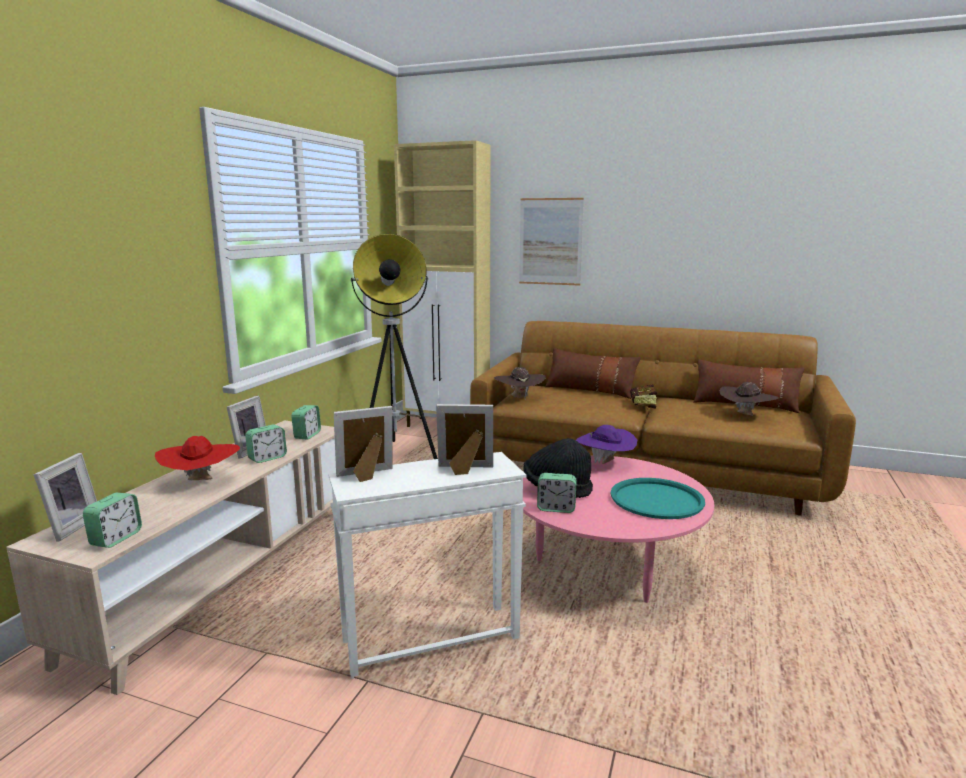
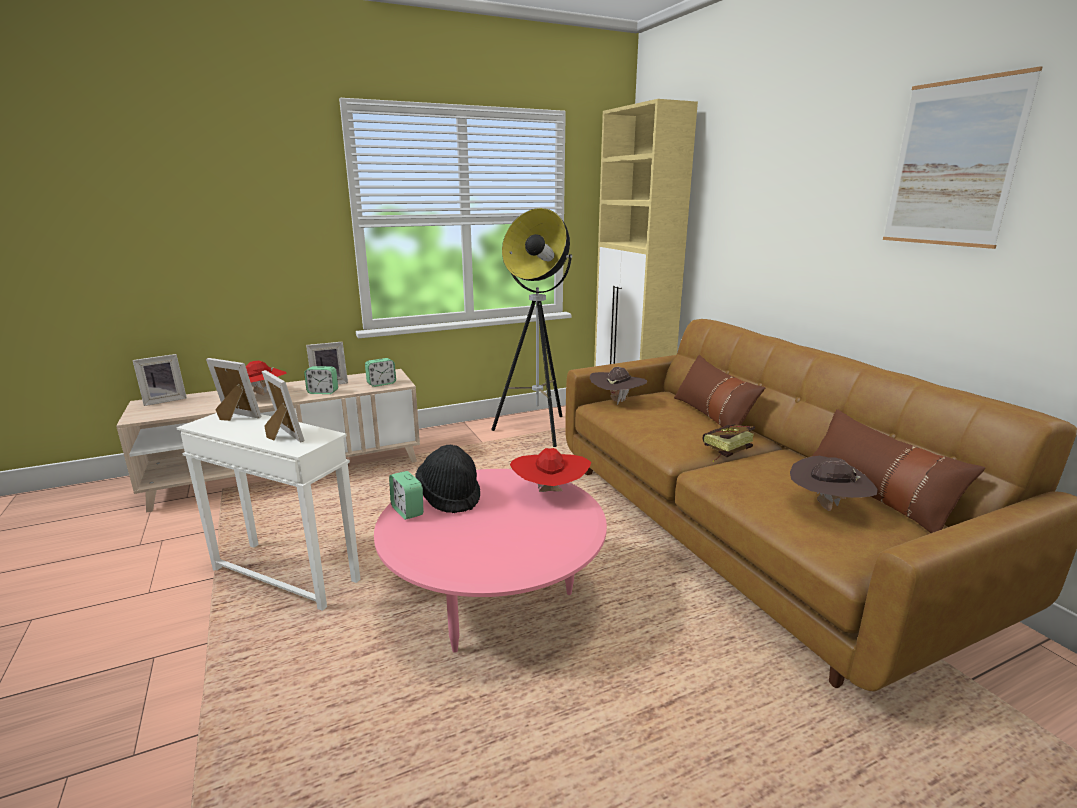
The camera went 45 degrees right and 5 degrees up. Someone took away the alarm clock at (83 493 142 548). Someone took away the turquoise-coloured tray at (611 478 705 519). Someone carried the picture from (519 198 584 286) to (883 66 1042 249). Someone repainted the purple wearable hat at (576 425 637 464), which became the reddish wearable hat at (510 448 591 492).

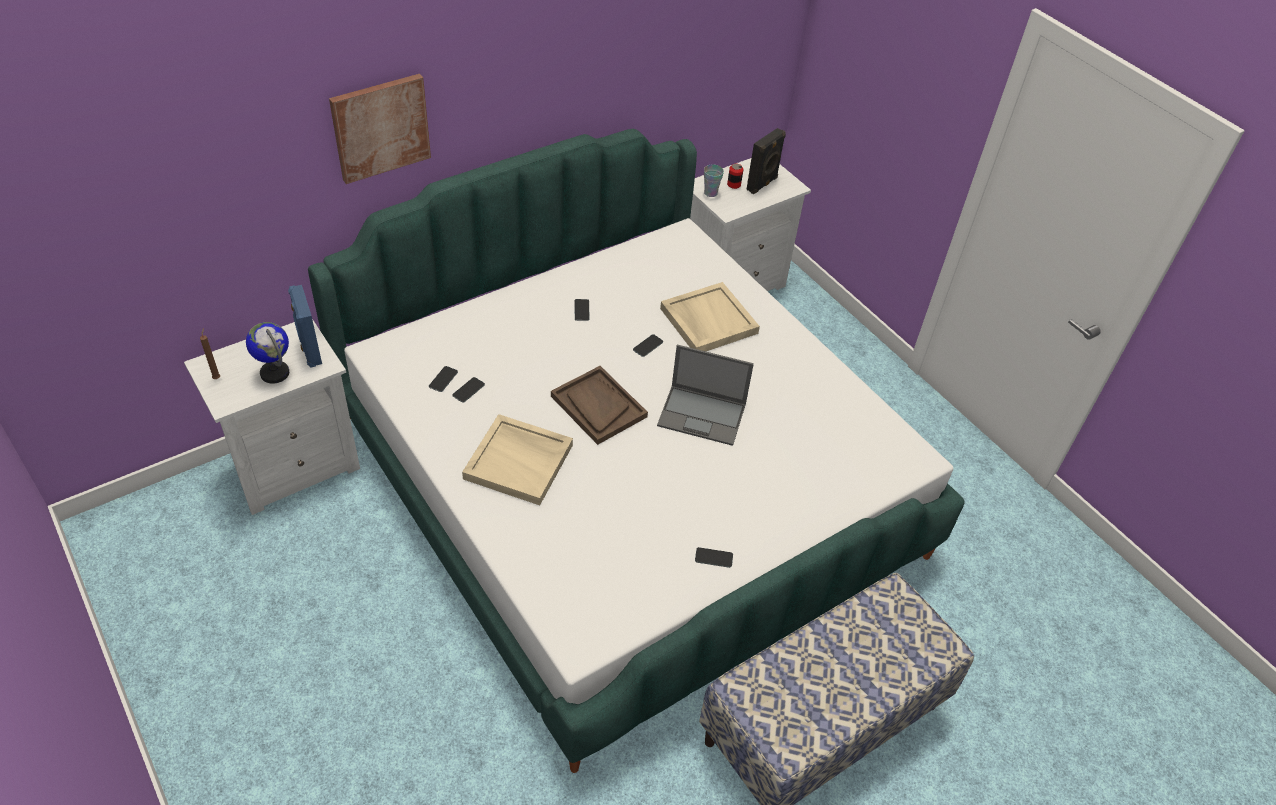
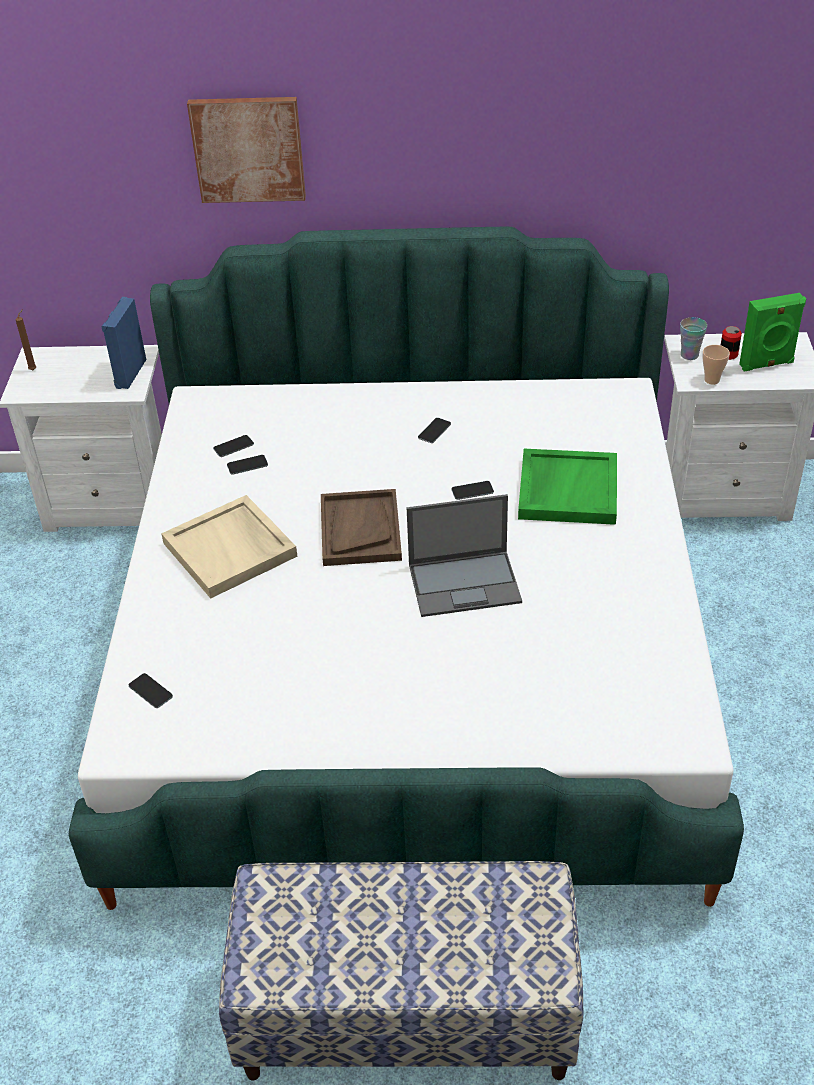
The camera went 40 degrees right and 5 degrees down. Someone took away the desk globe at (246 322 289 384). Someone put down the drinking cup at (702 345 730 385). Someone carried the telephone from (695 547 733 568) to (129 673 173 708). Someone repainted the beige-coloured tray at (660 282 760 351), which became the greenish tray at (518 449 617 525). Someone repainted the black speaker at (746 128 786 194), which became the greenish speaker at (739 293 806 372). Someone rotated the portable computer at (657 344 754 446) by 60 degrees counterclockwise.

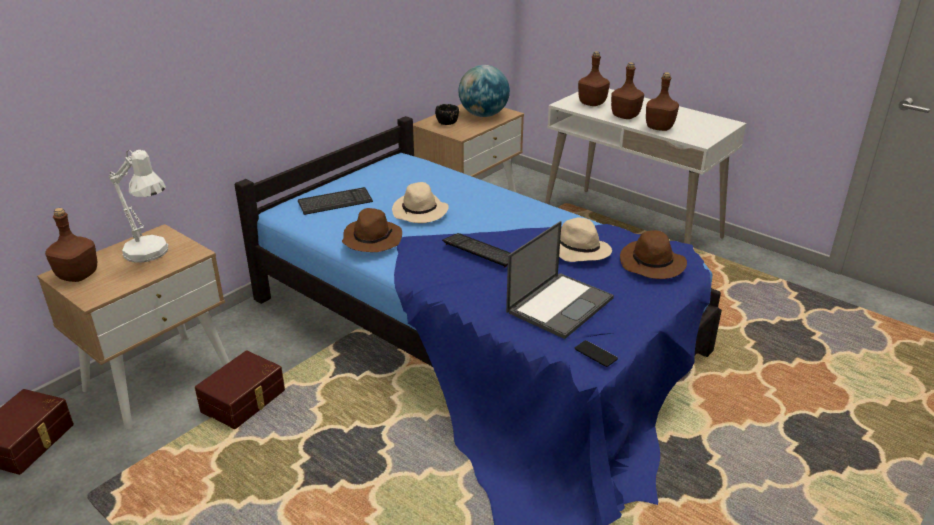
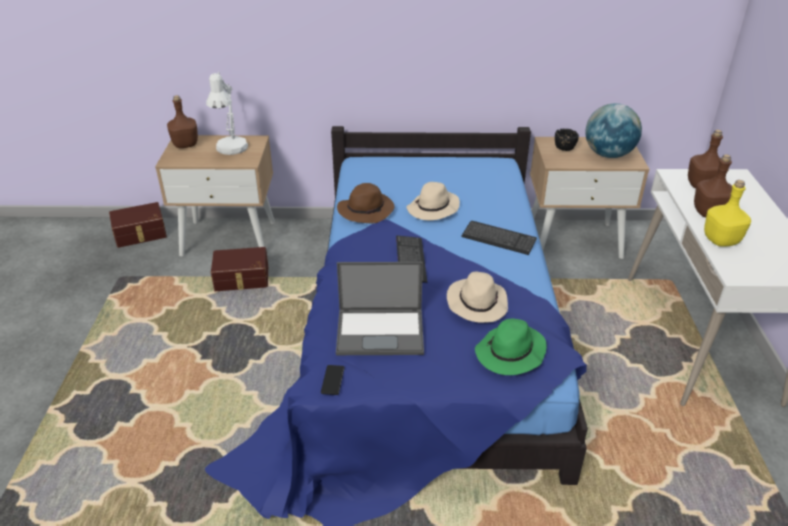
The camera went 50 degrees right and 5 degrees up. Someone carried the computer keyboard from (298 187 373 215) to (461 221 537 255). Someone repainted the brown-coloured wearable hat at (620 230 687 279), which became the greenish wearable hat at (475 319 547 375). Someone repainted the brown-coloured beverage bottle at (646 72 679 131), which became the yellow beverage bottle at (704 180 751 247).

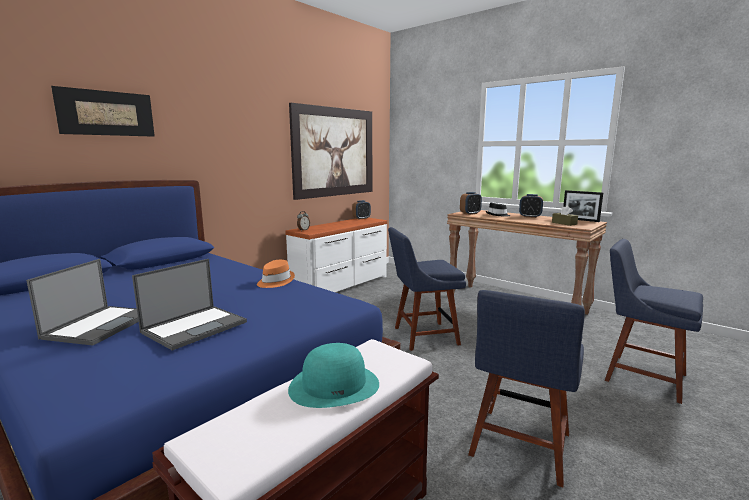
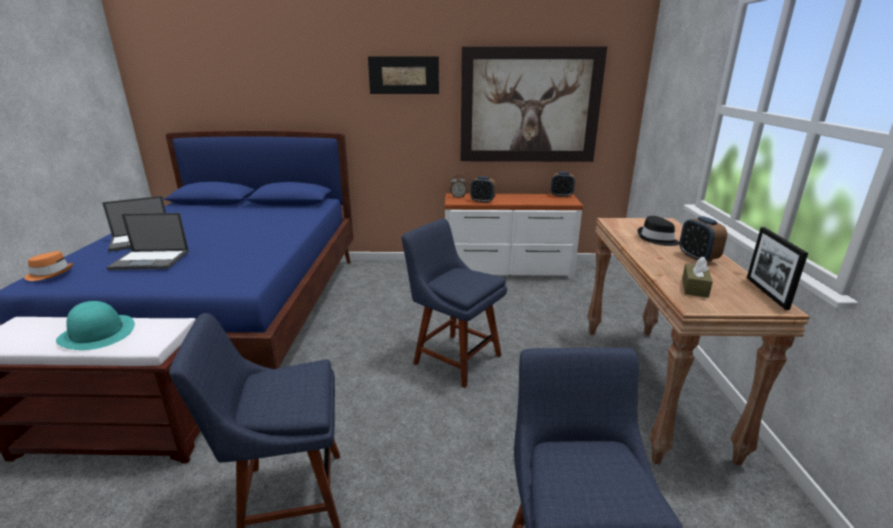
The camera went 50 degrees right and 10 degrees up. Someone carried the picture from (51 86 155 137) to (368 56 439 94). Someone carried the orangey wearable hat from (257 260 295 288) to (24 251 73 281). Someone carried the alarm clock from (460 192 482 215) to (470 176 496 203).

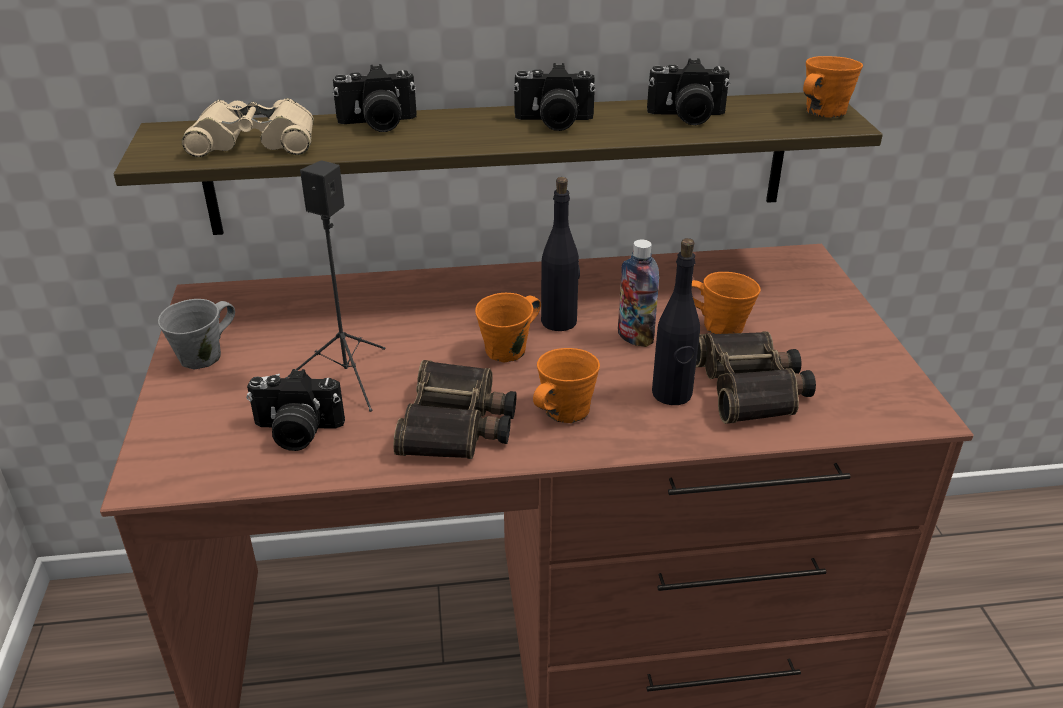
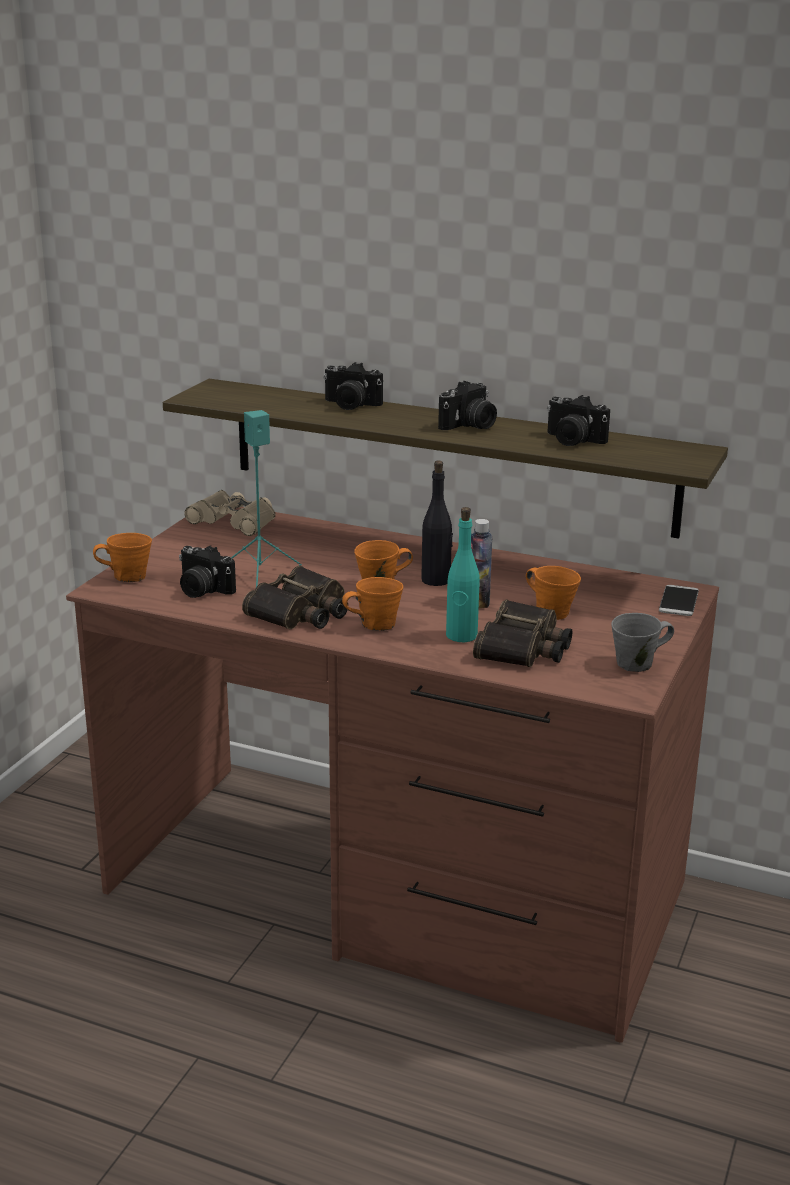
The camera went 30 degrees right and 10 degrees down. Someone put down the telephone at (659 585 699 616). Someone carried the gray tea mug from (158 299 235 370) to (611 613 674 672). Someone carried the beige-coloured binoculars from (182 98 314 158) to (184 490 276 536). Someone carried the orangey tea mug from (803 56 863 118) to (93 533 152 582). Someone repainted the black speaker at (285 160 386 412), which became the turquoise-coloured speaker at (231 410 302 587). Someone repainted the black beverage bottle at (652 238 700 405), which became the turquoise-coloured beverage bottle at (446 507 480 642). Someone rotated the still camera at (513 63 596 131) by 75 degrees counterclockwise.

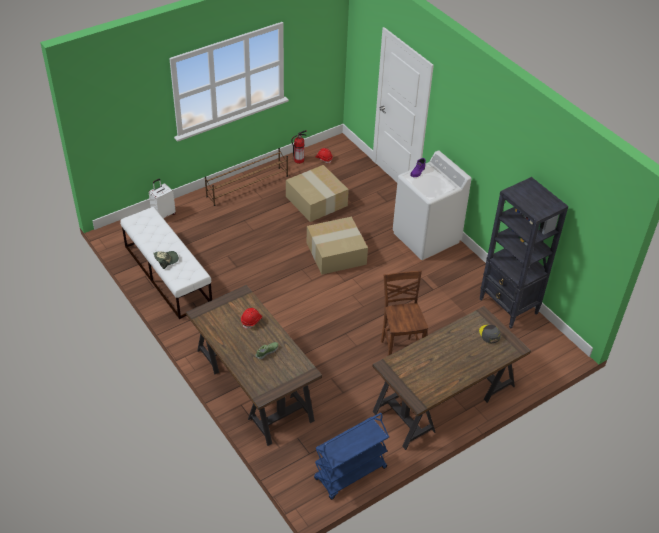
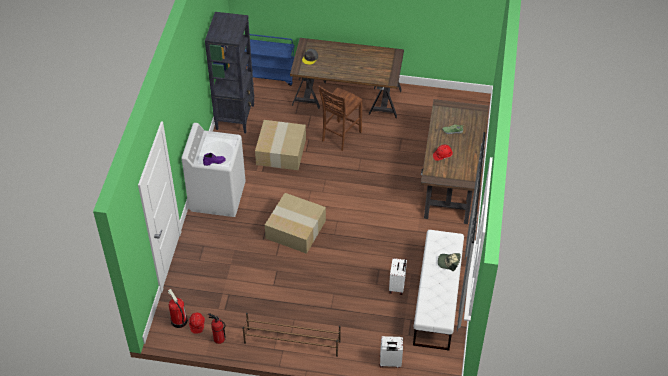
The camera went 135 degrees left and 5 degrees up. Someone put down the fire extinguisher at (168 289 188 328). Someone put down the white suitcase at (389 258 407 295). Someone carried the cardboard box from (286 165 349 222) to (255 120 306 170). Someone carried the blue-coloured cart from (314 413 389 500) to (244 34 295 86).

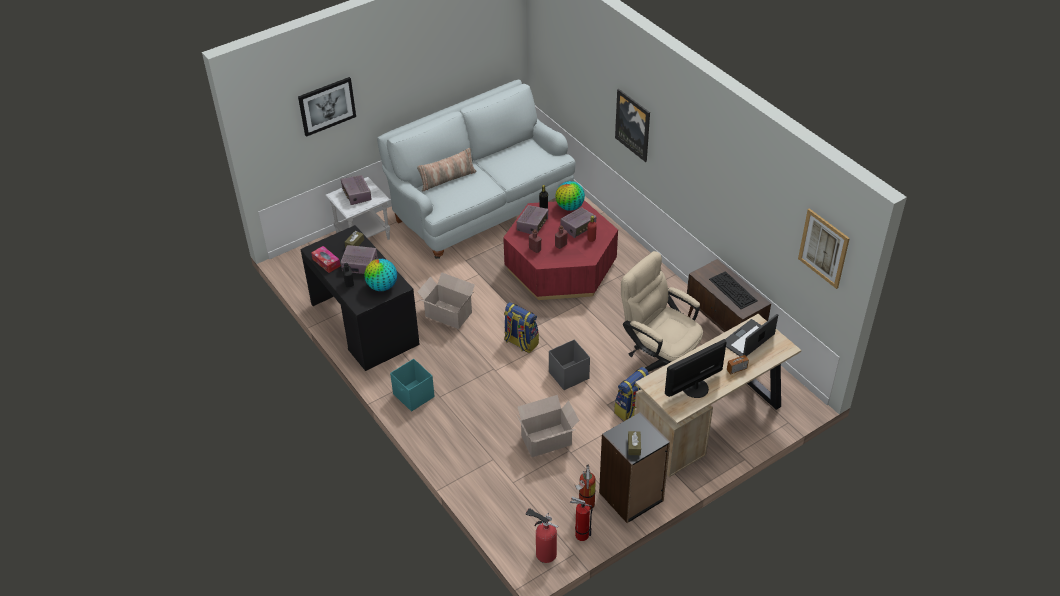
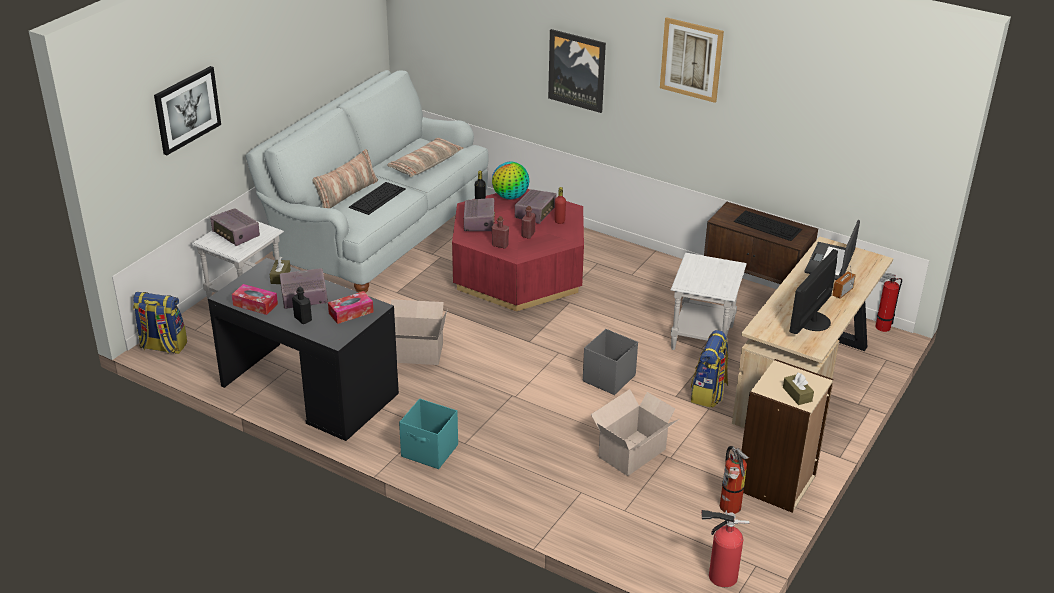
The camera went 25 degrees left and 10 degrees down. Someone put down the computer keyboard at (348 182 406 215). Someone put down the throw pillow at (387 138 464 177). Someone carried the backpack from (504 302 539 353) to (133 292 187 354). Someone carried the fire extinguisher from (570 497 593 541) to (875 273 902 332). Someone carried the picture from (798 208 850 289) to (660 17 724 103). Someone swapped the desk globe at (364 259 397 291) for the tissue holder at (328 291 374 324). Someone swapped the beige-coloured desk chair at (621 251 703 372) for the white accent table at (671 253 747 350). Someone repainted the black shelving unit at (599 412 670 523), which became the beige-coloured shelving unit at (741 359 834 513).

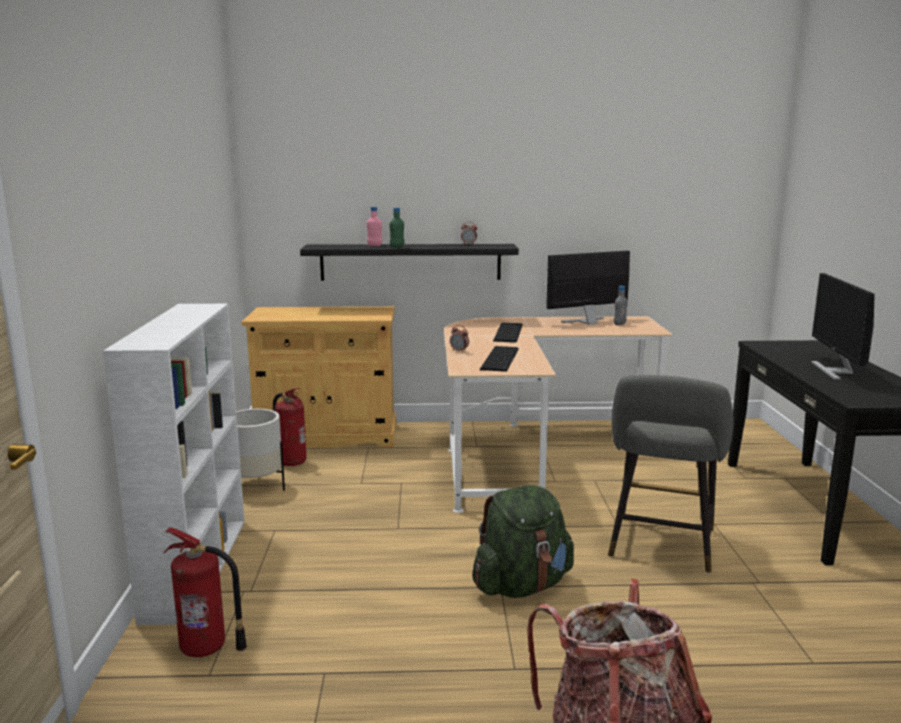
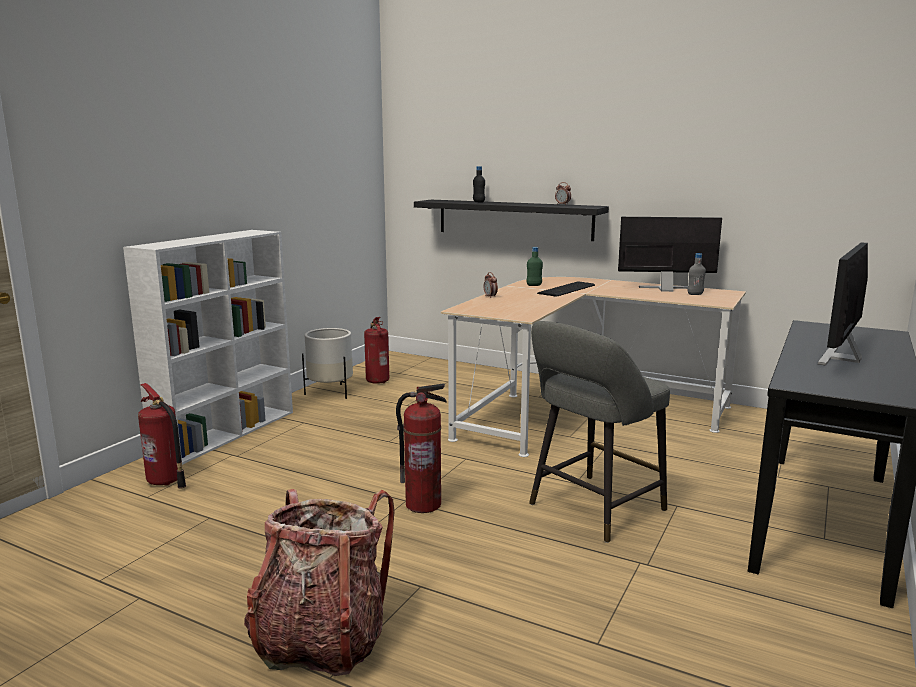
The camera went 30 degrees right and 0 degrees up. Someone took away the beige-coloured storage cabinet at (242 306 396 448). Someone took away the computer keyboard at (480 346 519 372). Someone carried the greenish beverage bottle from (389 207 405 248) to (526 247 543 286). Someone swapped the greenish backpack at (472 485 574 598) for the fire extinguisher at (396 384 447 513). Someone repainted the pinkish beverage bottle at (366 207 382 246), which became the black beverage bottle at (473 166 485 202).

